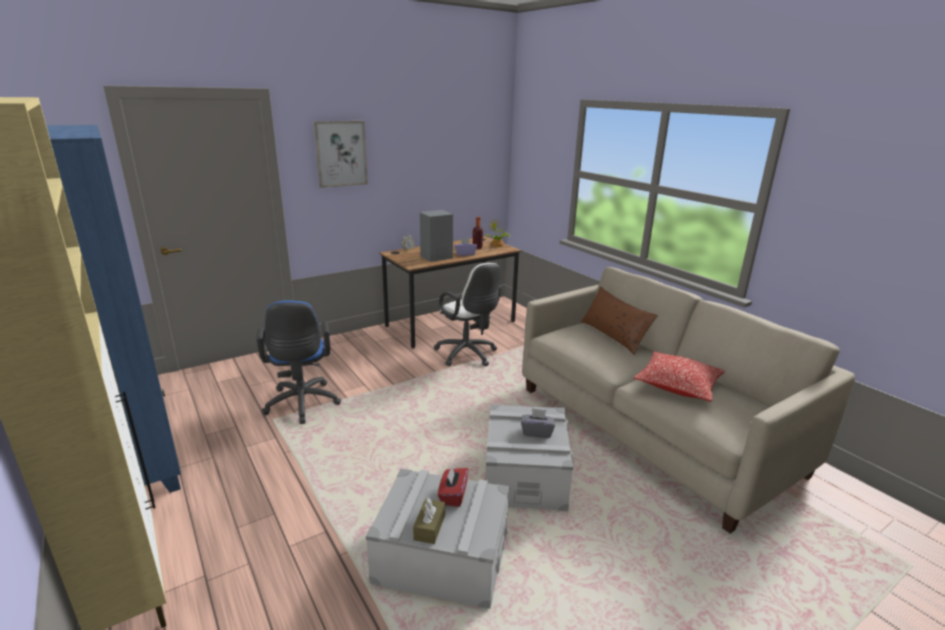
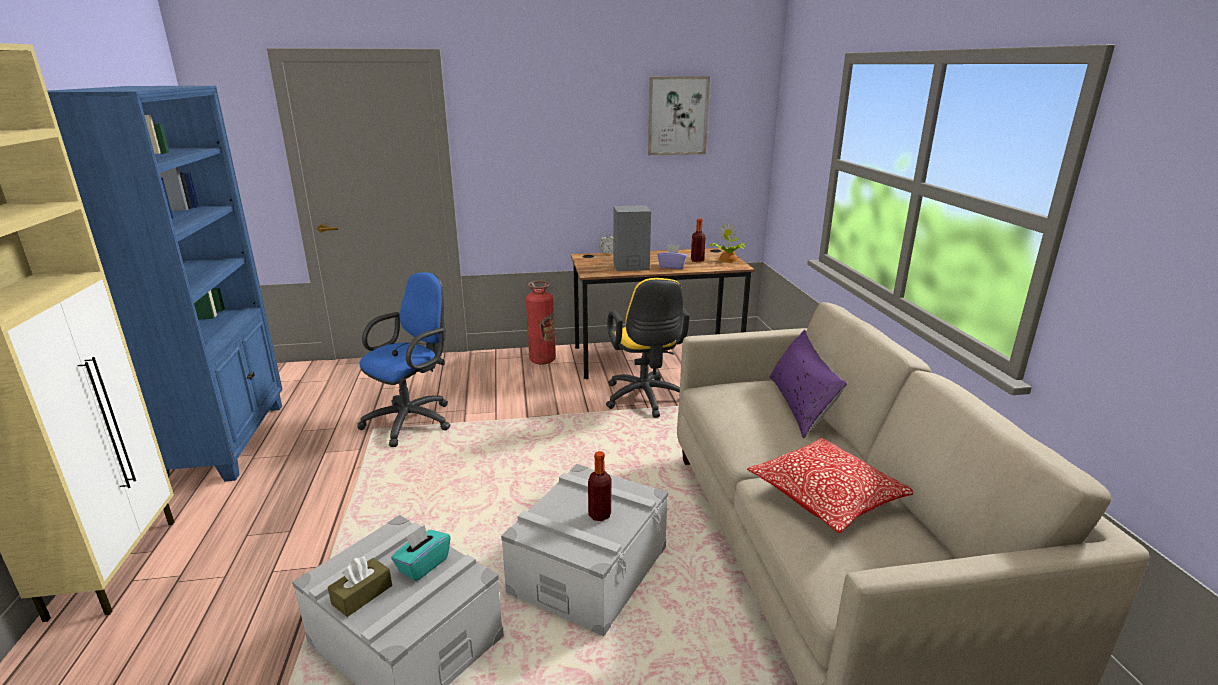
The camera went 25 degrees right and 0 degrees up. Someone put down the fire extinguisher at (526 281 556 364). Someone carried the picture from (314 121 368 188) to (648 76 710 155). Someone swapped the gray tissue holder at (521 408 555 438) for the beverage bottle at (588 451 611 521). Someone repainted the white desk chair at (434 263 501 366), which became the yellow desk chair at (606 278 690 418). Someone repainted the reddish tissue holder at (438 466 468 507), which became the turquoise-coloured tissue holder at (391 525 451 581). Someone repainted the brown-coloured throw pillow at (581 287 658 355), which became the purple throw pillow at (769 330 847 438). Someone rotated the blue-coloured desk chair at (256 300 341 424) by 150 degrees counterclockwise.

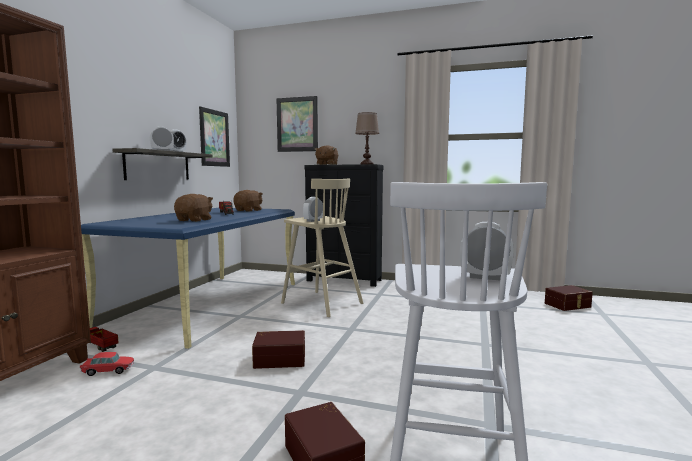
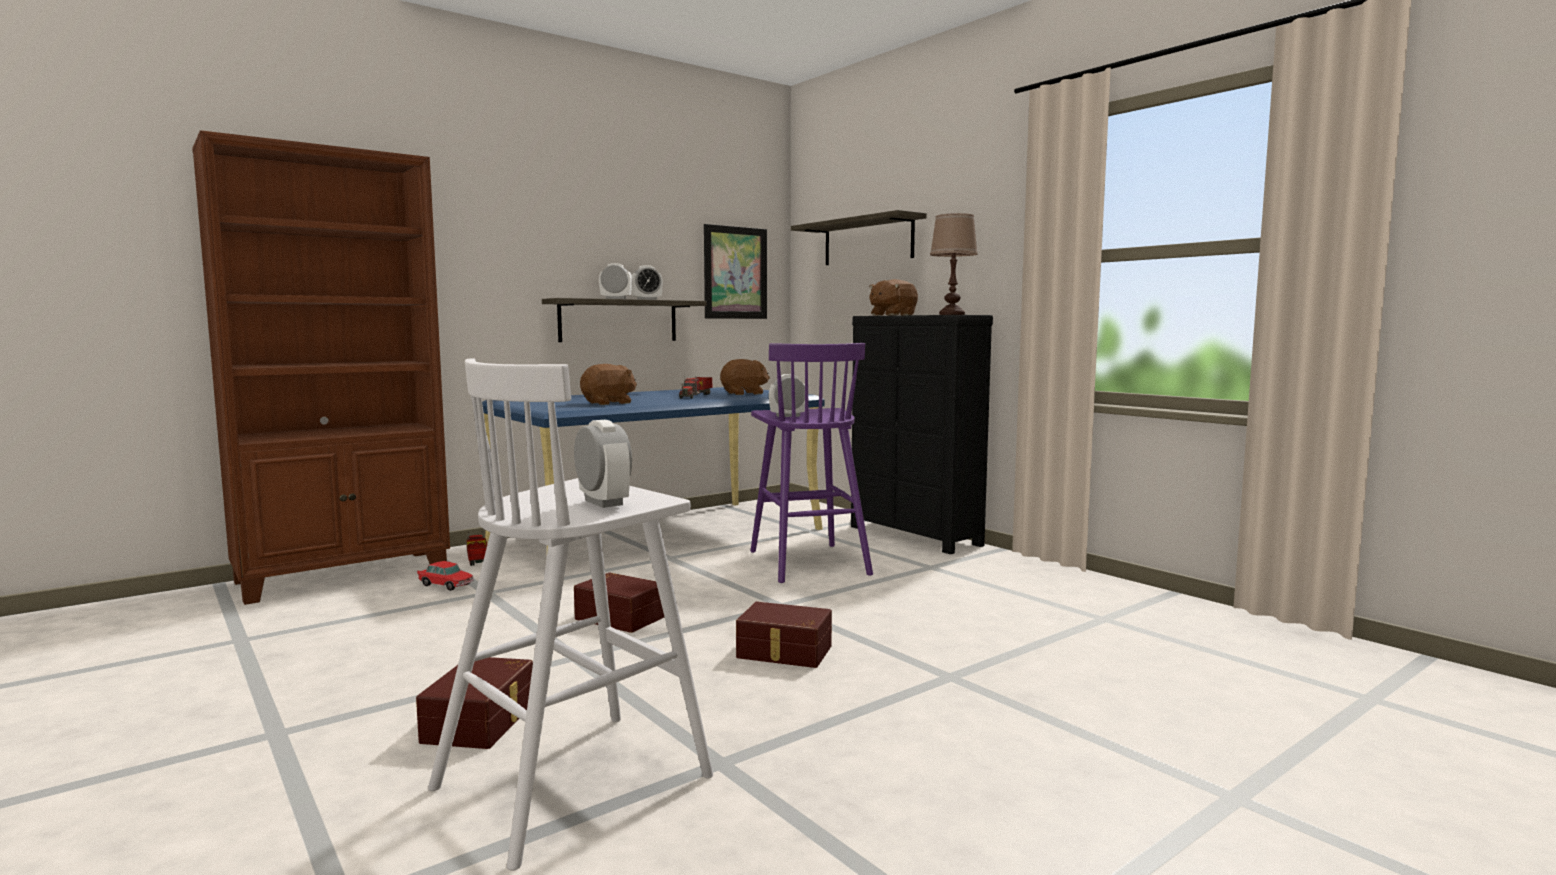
The camera went 35 degrees right and 0 degrees up. Someone carried the brown-coloured storage box from (545 285 593 311) to (736 602 832 668). Someone swapped the picture at (277 96 318 152) for the wall shelf at (791 210 927 265). Someone repainted the beige-coloured stool seat at (281 178 363 317), which became the purple stool seat at (750 343 873 583).

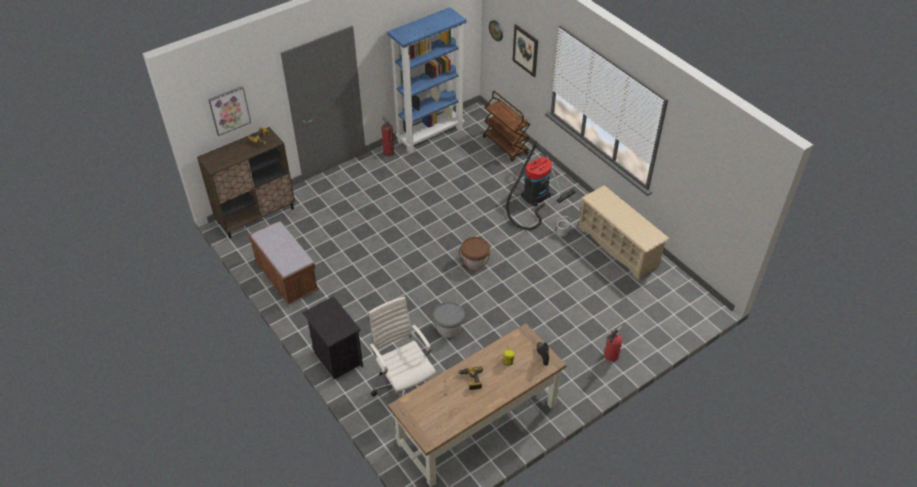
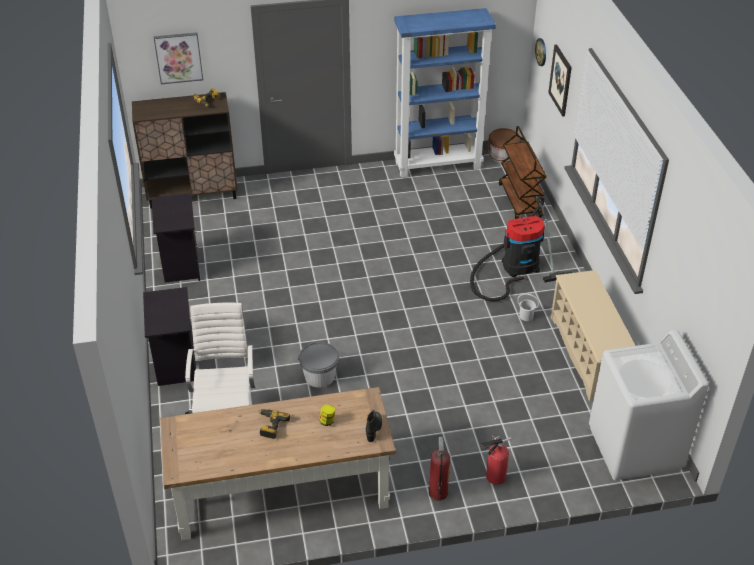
The camera went 25 degrees right and 5 degrees down. Someone put down the white washing machine at (589 330 709 480). Someone carried the fire extinguisher from (381 116 394 156) to (429 437 450 501). Someone carried the brown-coloured pail from (459 237 490 270) to (487 128 520 163). Someone swapped the brown-coloured indoor bench at (248 221 319 304) for the black nightstand at (152 193 200 283).

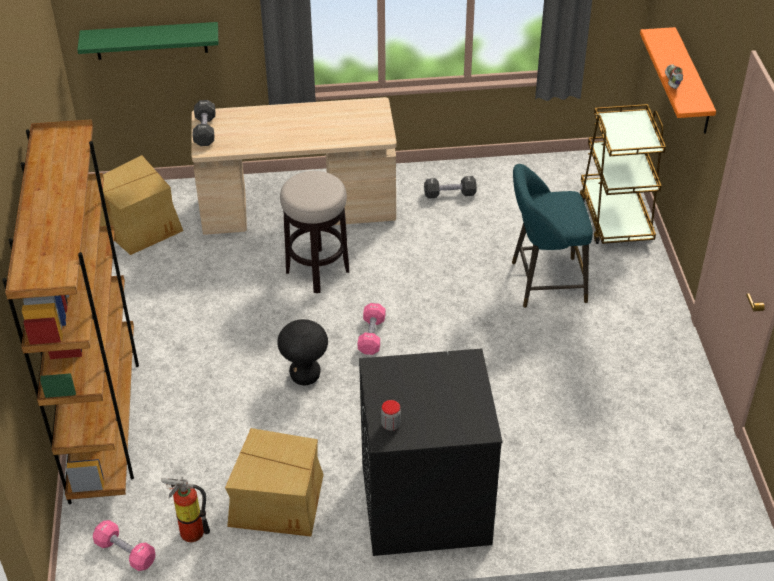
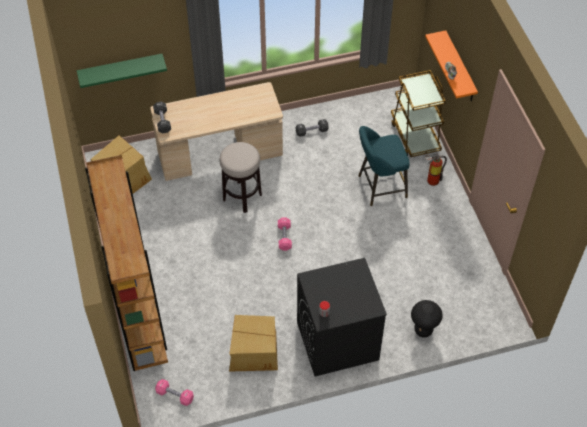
The camera went 10 degrees left and 10 degrees up. Someone carried the fire extinguisher from (161 477 210 542) to (425 153 447 186). Someone carried the black stool seat from (277 319 328 385) to (411 300 443 338).

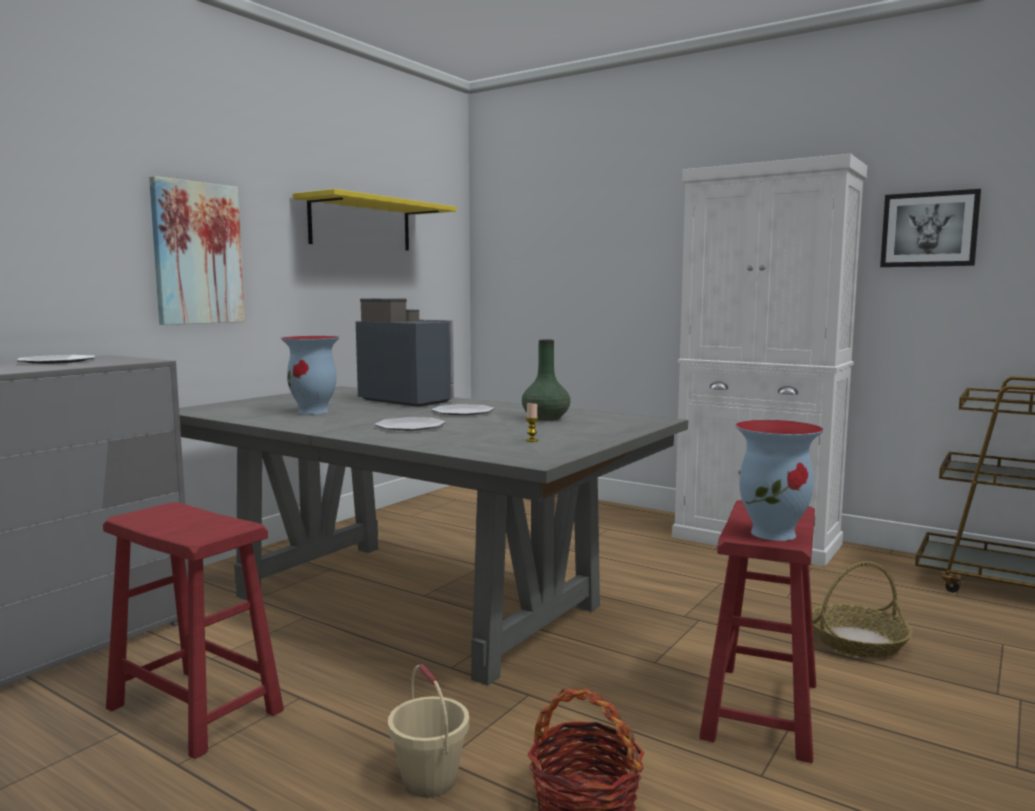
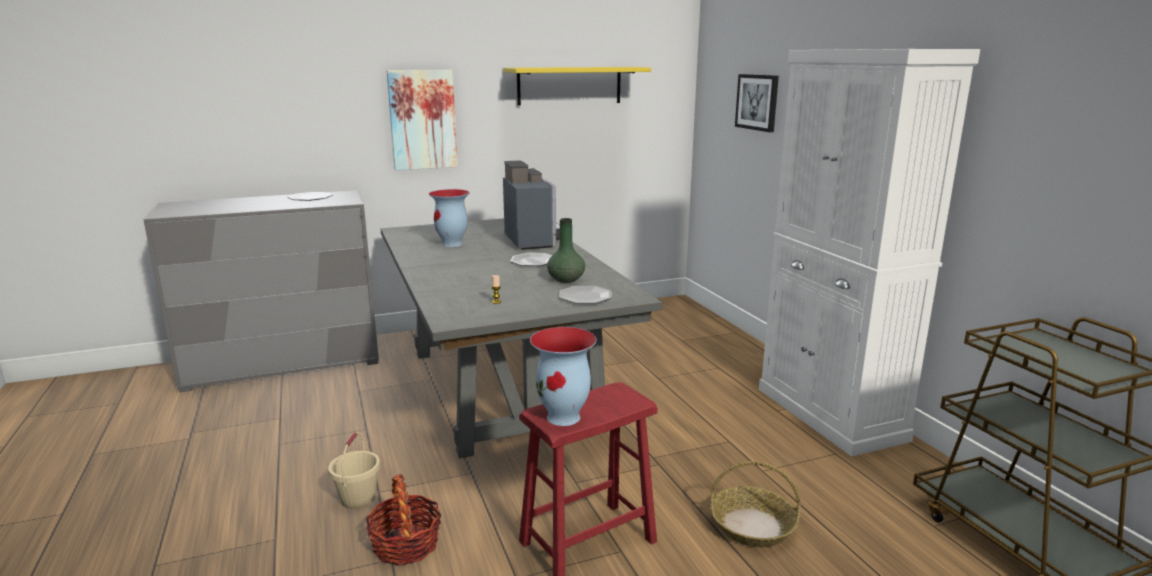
The camera went 35 degrees right and 10 degrees up. Someone took away the reddish stool seat at (103 503 284 759). Someone carried the flat dish from (375 417 446 431) to (559 286 612 304). Someone carried the picture from (880 189 981 267) to (735 74 779 132).

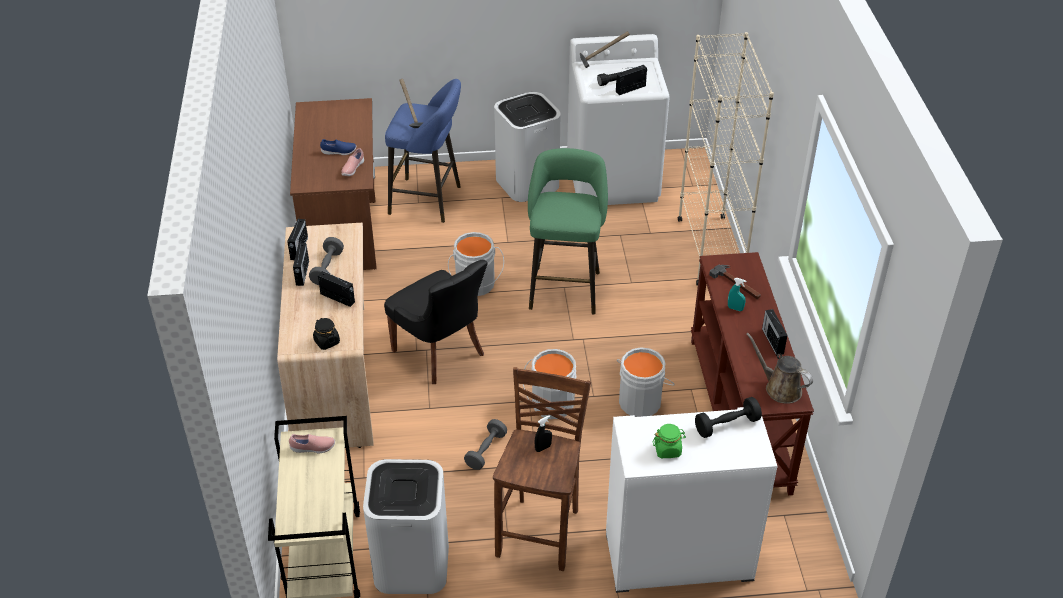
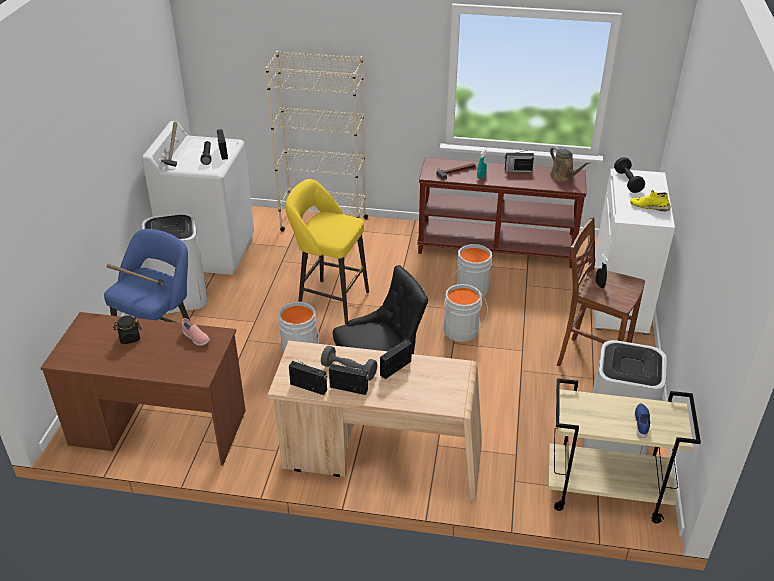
The camera went 75 degrees left and 5 degrees down. Someone took away the pinkish shoe at (289 434 335 453). Someone took away the gray dumbbell at (464 419 507 470). Someone carried the black preserve jar from (313 318 340 350) to (113 316 141 344). Someone carried the blue-coloured shoe from (320 139 356 155) to (634 404 650 438). Someone swapped the greenish preserve jar at (653 424 686 458) for the yellow shoe at (630 190 671 211). Someone repainted the greenish stool seat at (528 148 608 314), which became the yellow stool seat at (285 179 369 324). Someone rotated the brown-coloured watering can at (746 333 813 404) by 90 degrees counterclockwise.

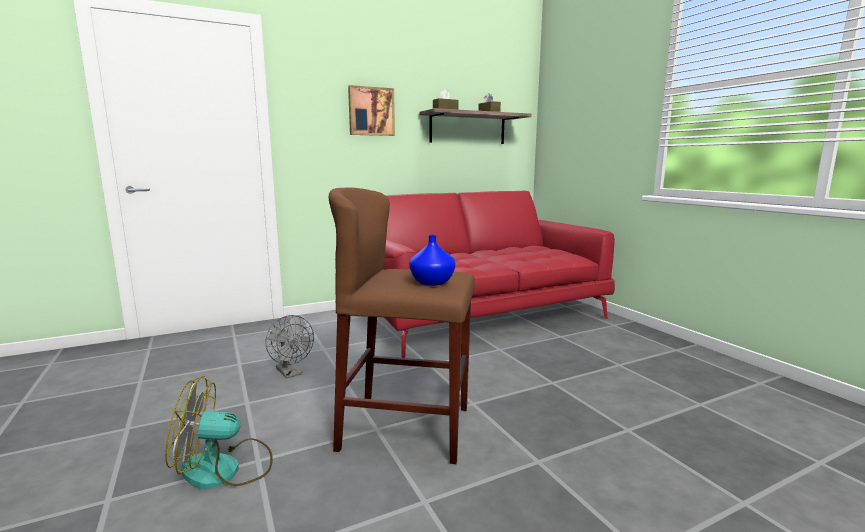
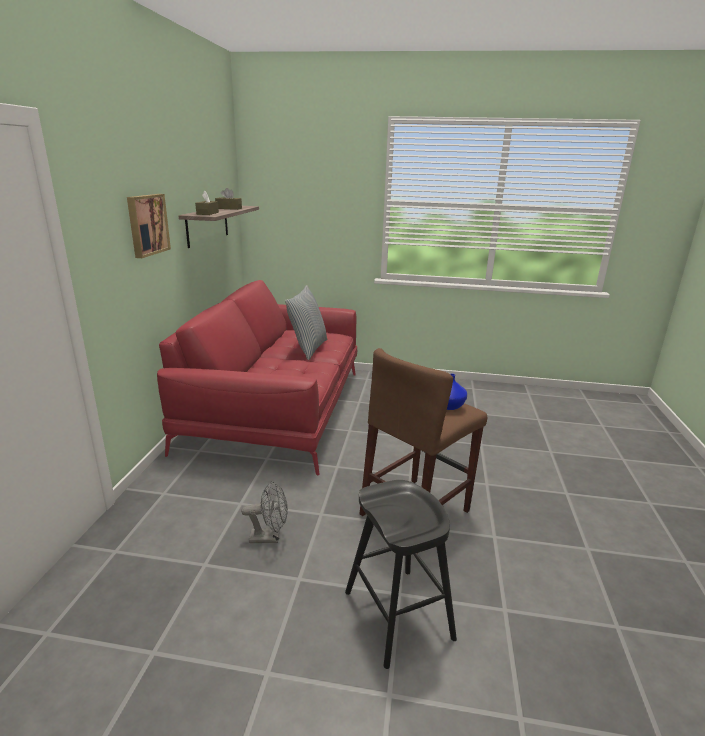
The camera went 55 degrees left and 10 degrees up. Someone put down the throw pillow at (285 285 327 360). Someone swapped the cooling fan at (165 376 273 490) for the black stool seat at (345 480 457 669).

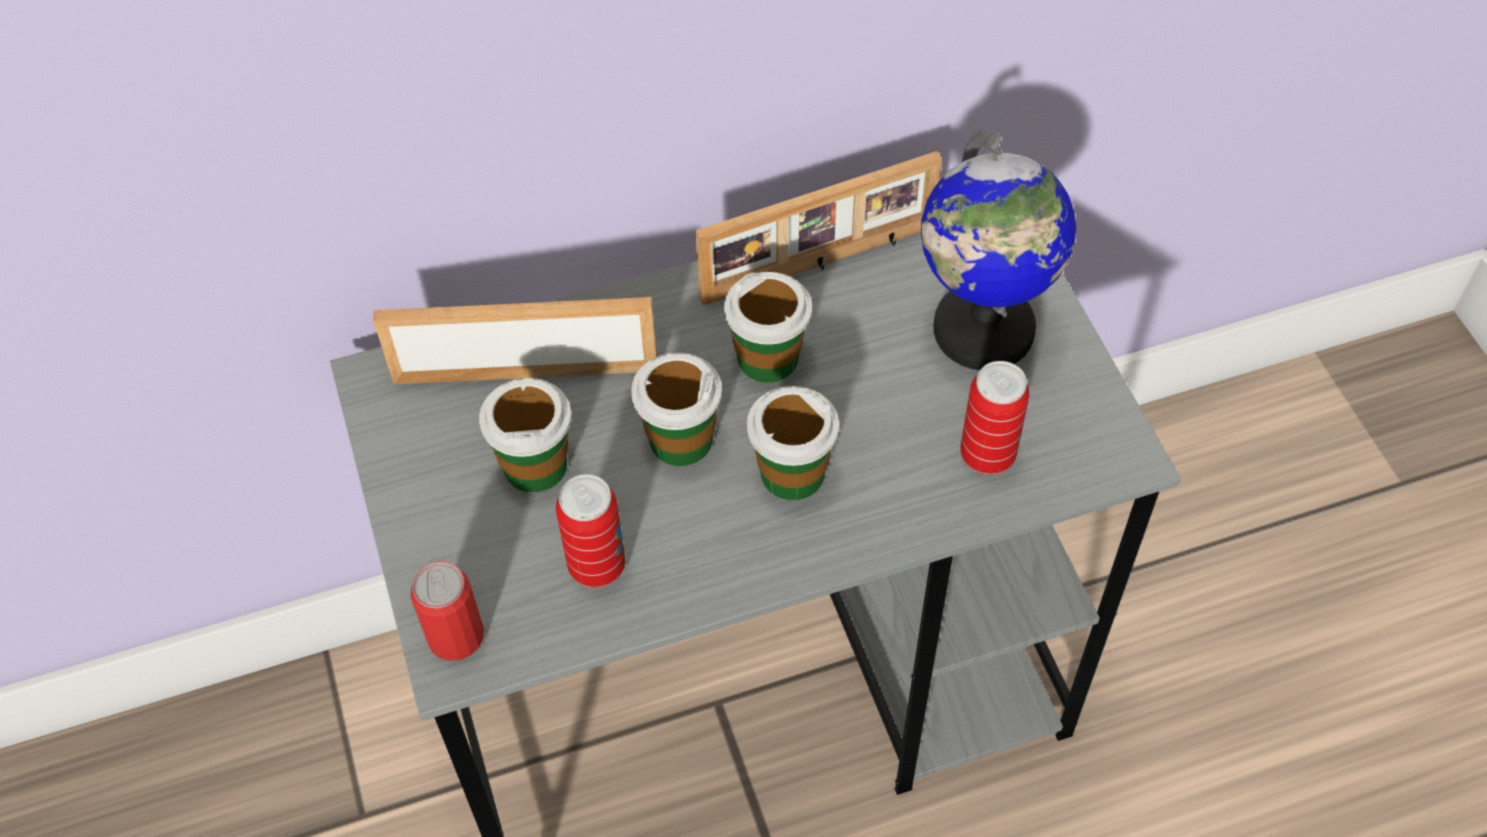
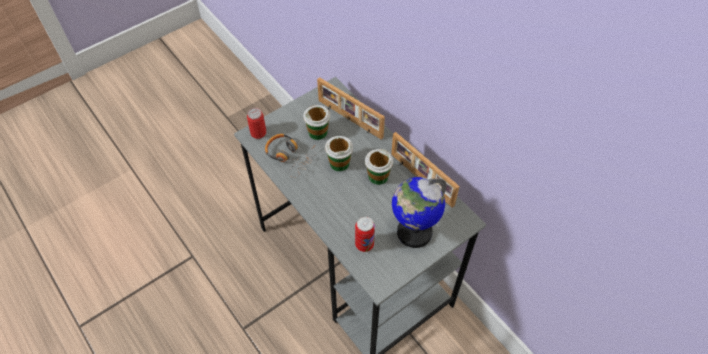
The camera went 70 degrees right and 0 degrees up. Someone took away the drinking cup at (747 386 839 500). Someone swapped the metal can at (556 474 626 588) for the headphones at (265 134 316 177). Someone rotated the photo frame at (373 297 657 384) by 150 degrees clockwise.

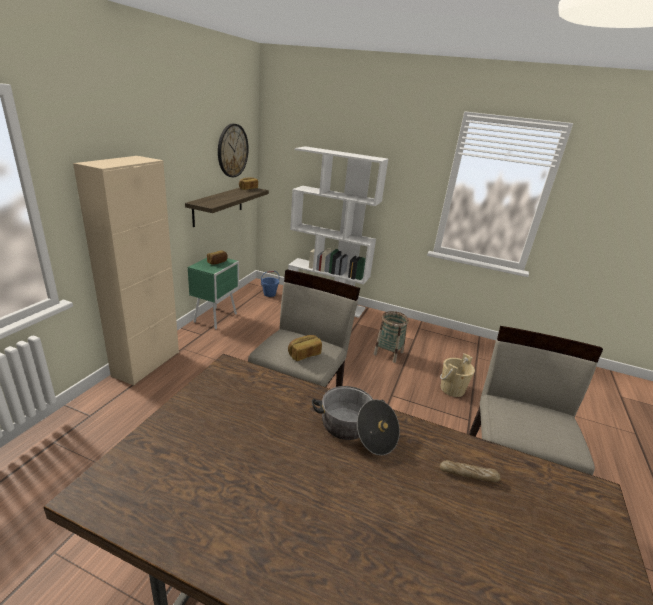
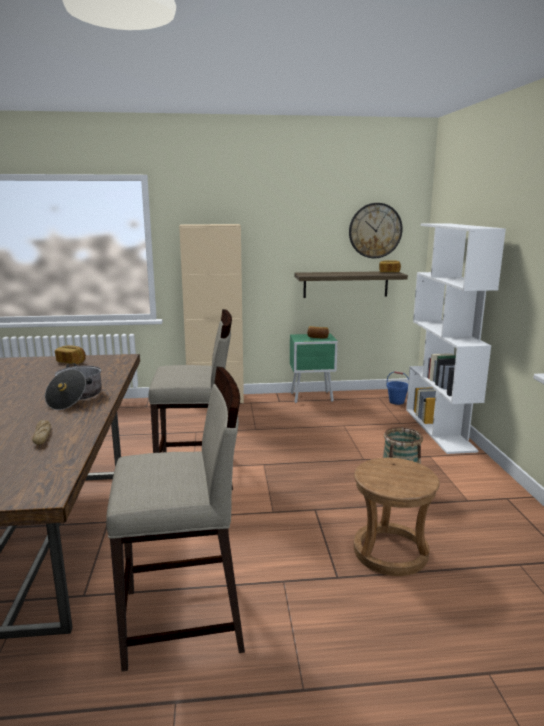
The camera went 65 degrees right and 10 degrees down. Someone carried the bakery bread from (288 335 322 361) to (55 345 86 364). Someone swapped the beige-coloured pail at (440 353 475 397) for the brown-coloured stool seat at (354 458 440 576).

